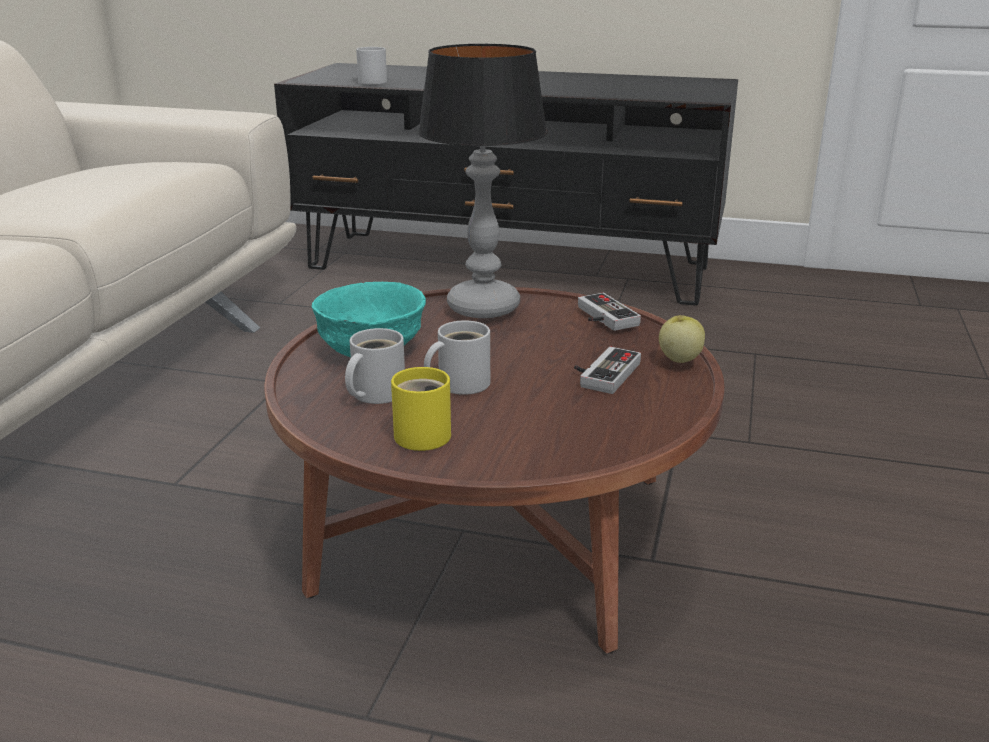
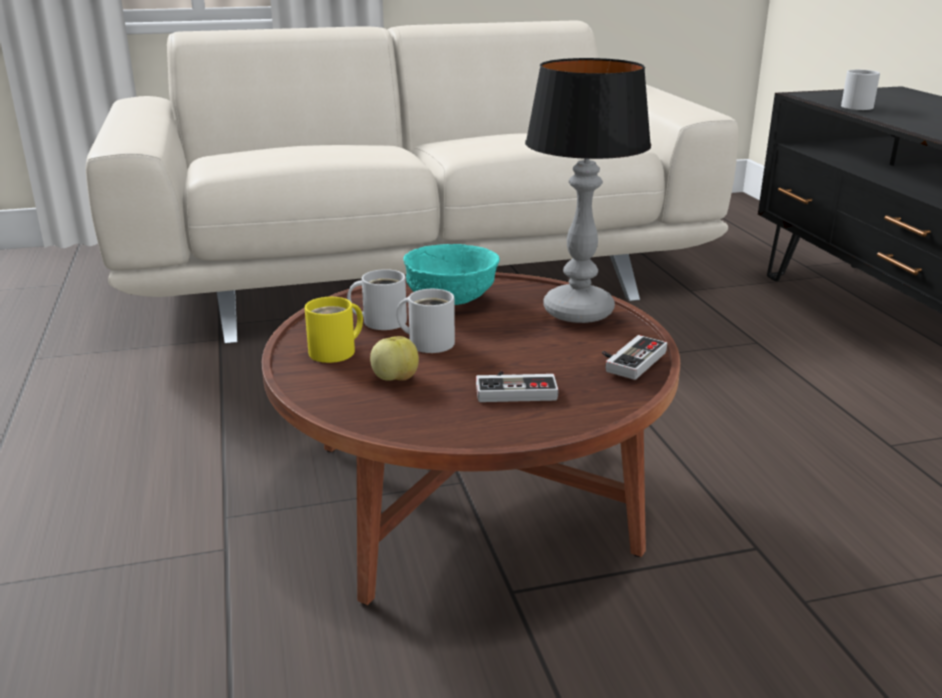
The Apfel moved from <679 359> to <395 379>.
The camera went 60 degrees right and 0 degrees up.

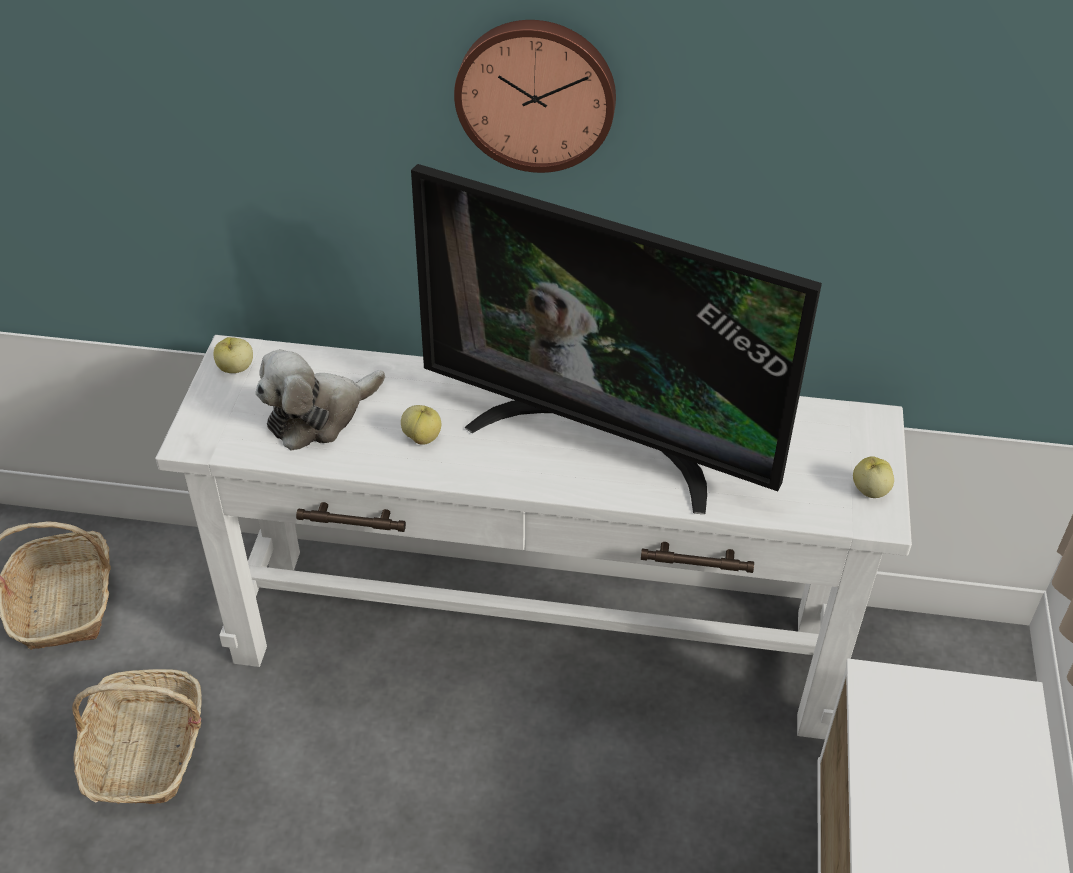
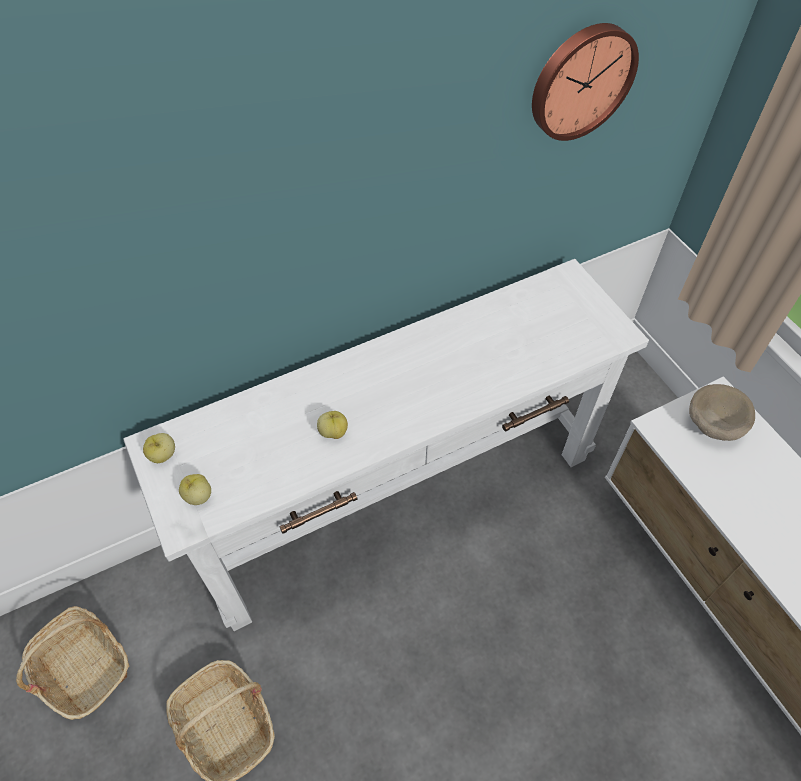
The Plüschtier at <318 416> disappeared.
The Fernseher at <601 440> disappeared.
The Wanduhr moved from <536 93> to <580 80>.
The Apfel moved from <869 490> to <198 496>.
The Schüssel/beige at <712 424> appeared.
The camera went 35 degrees left and 10 degrees up.

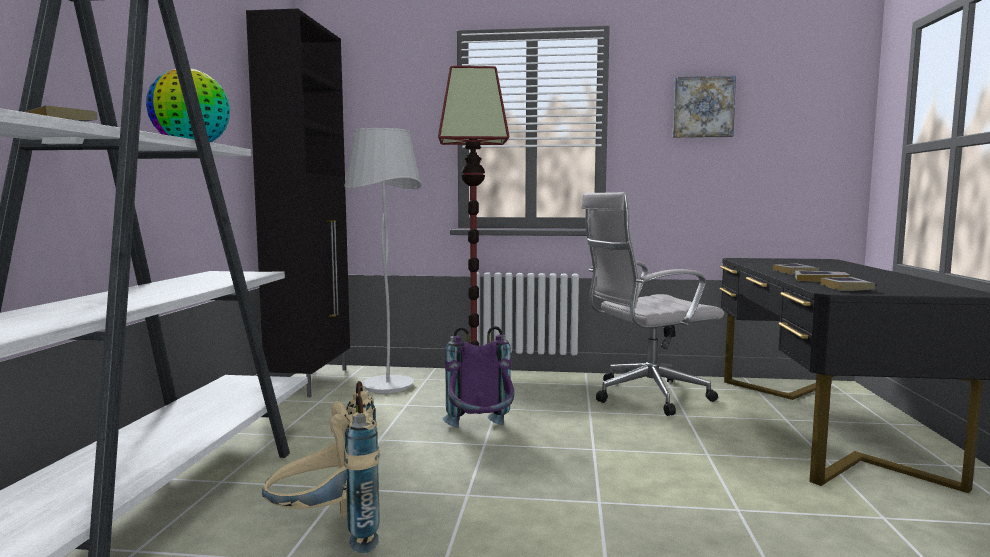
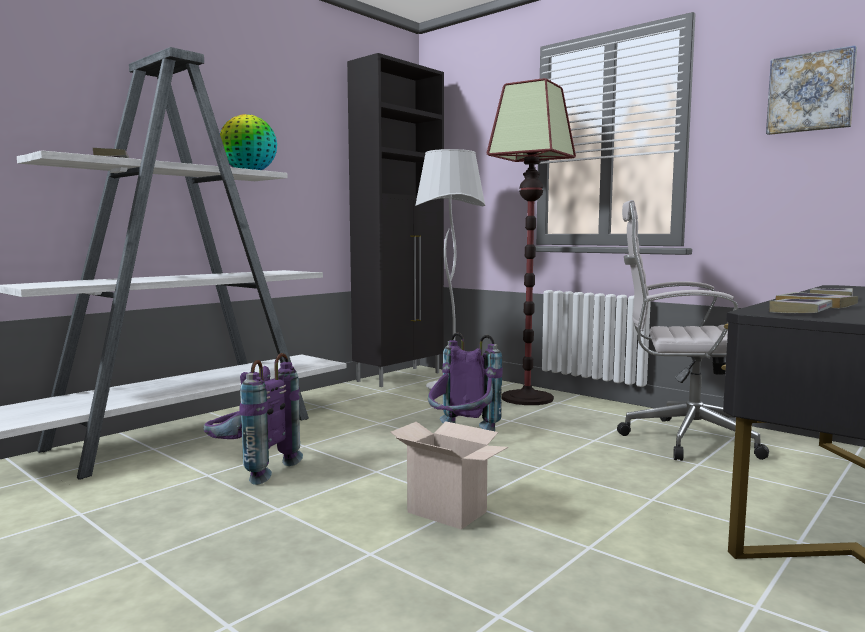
The Rucksack/beige at <328 536> became the Rucksack/lila at <251 469>.
The Karton at <450 512> appeared.
The camera went 35 degrees right and 0 degrees up.

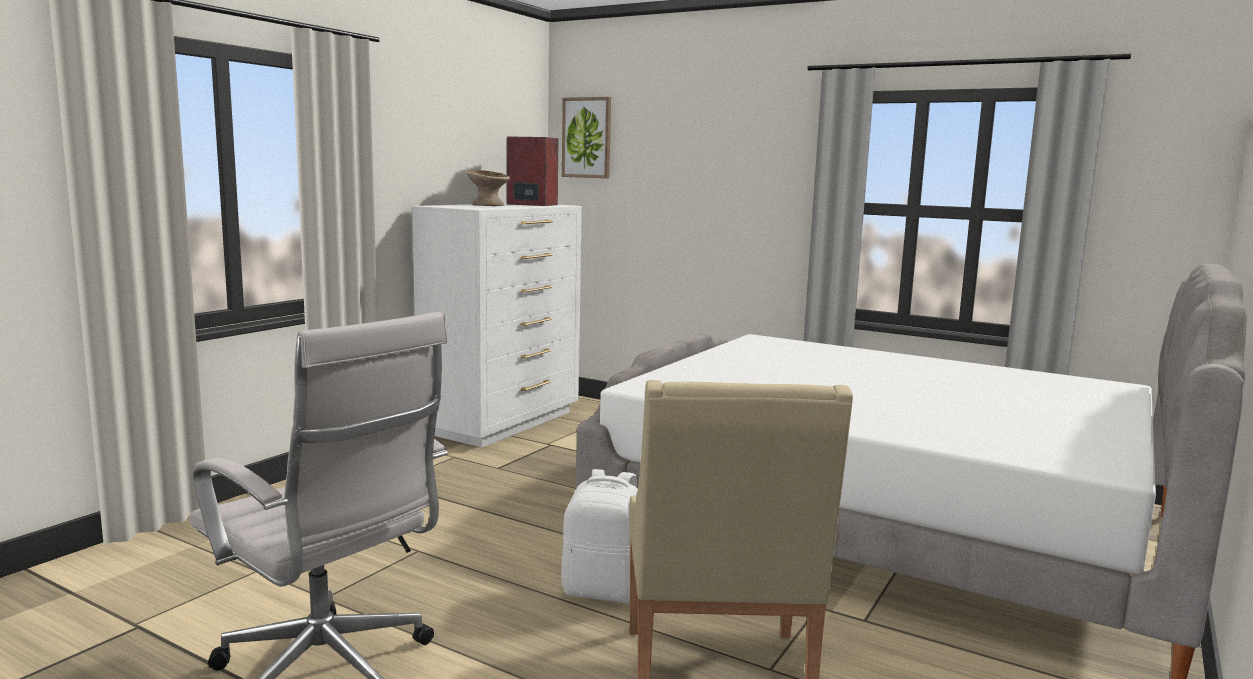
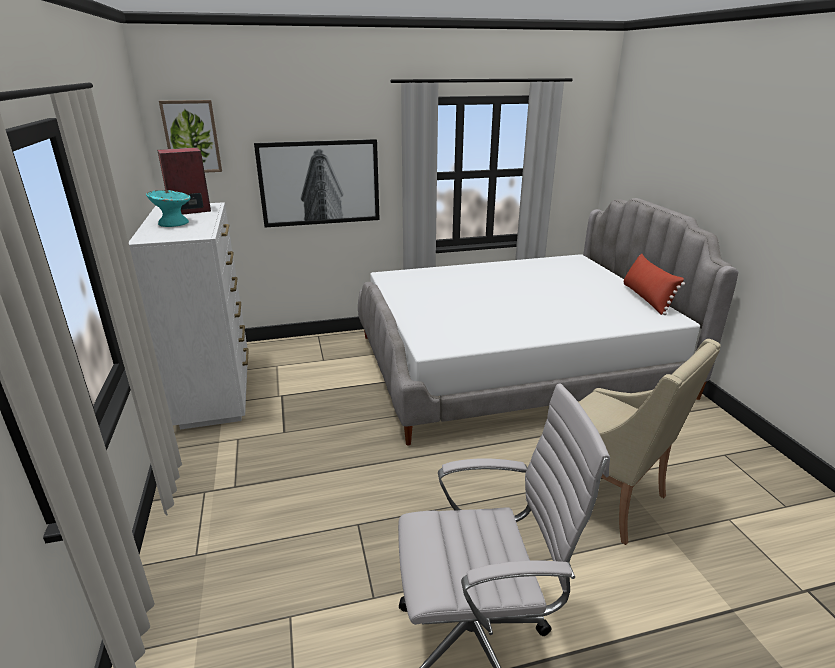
The Schüssel/beige at <488 205> became the Schüssel/türkis at <173 223>.
The Rucksack/weiß at <605 591> disappeared.
The Bild at <320 183> appeared.
The Kissen/rot at <646 299> appeared.
The camera went 45 degrees left and 15 degrees up.

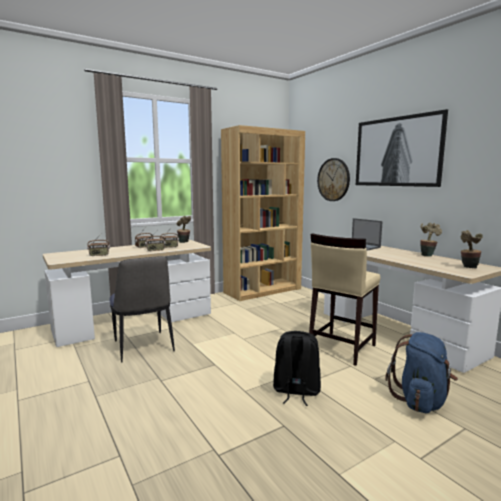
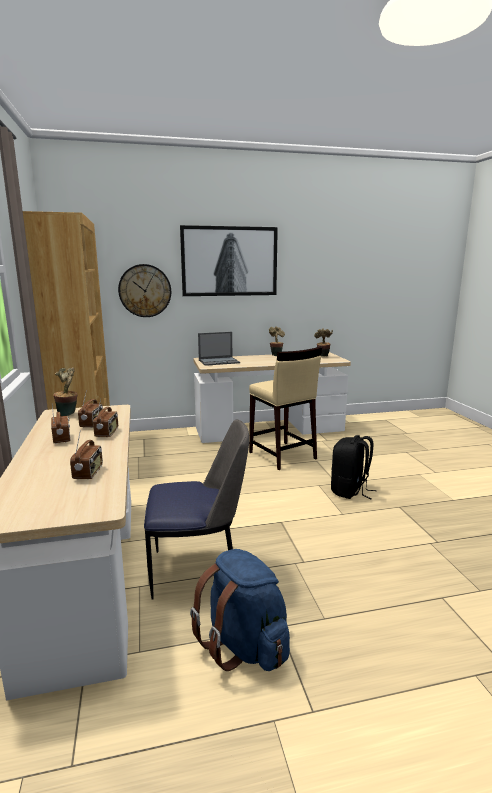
The Rucksack/blau moved from <420 400> to <244 644>.
The camera went 70 degrees left and 5 degrees up.

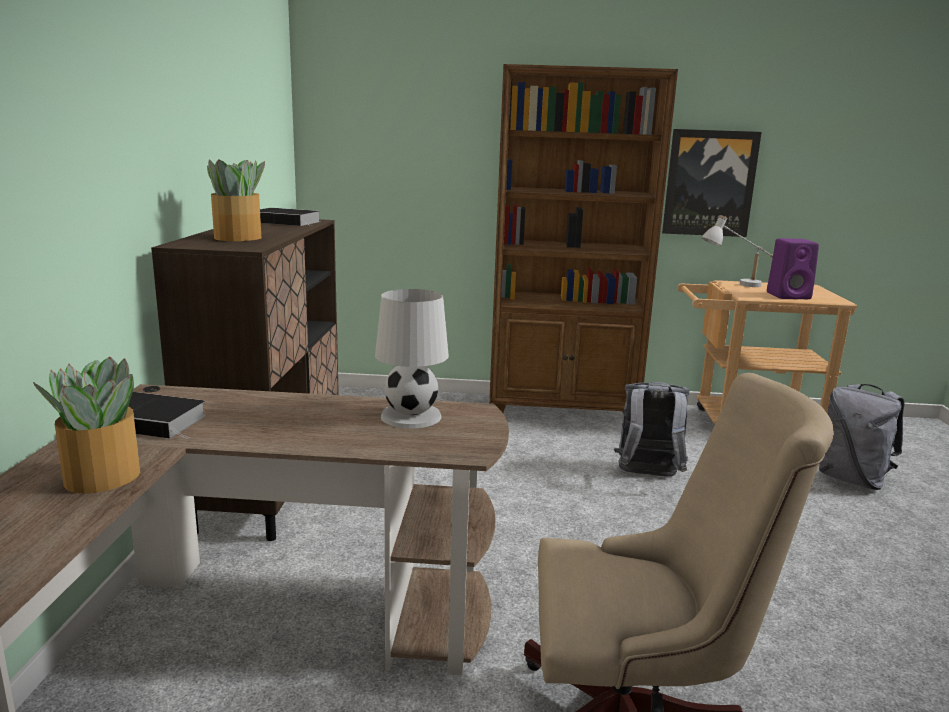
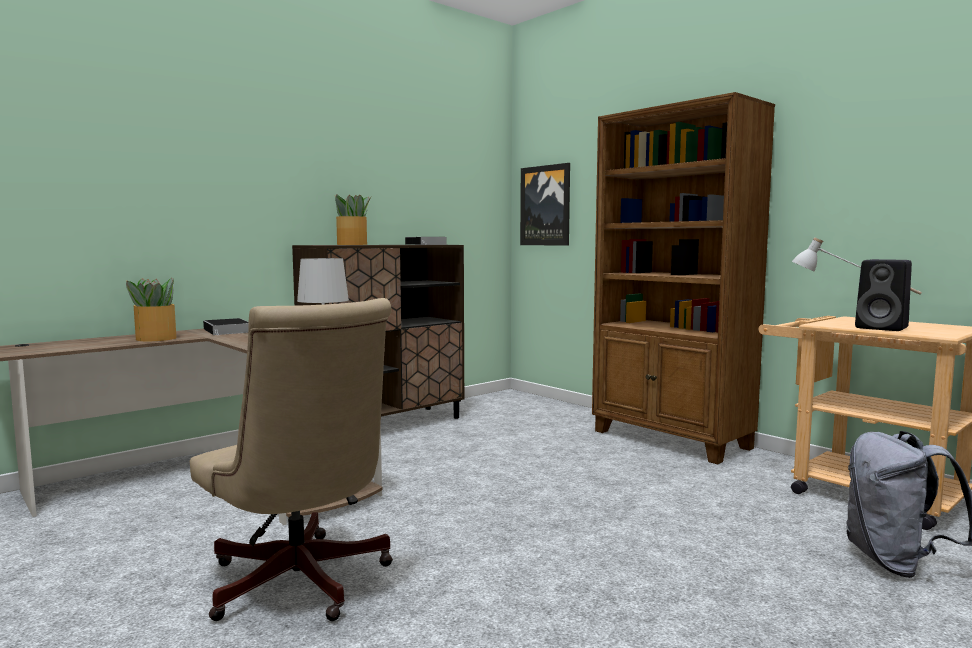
The Rucksack/grau at <647 476> disappeared.
The Bild moved from <709 183> to <545 205>.
The Lautsprecher/lila at <789 296> became the Lautsprecher/schwarz at <883 328>.
The camera went 45 degrees right and 10 degrees down.

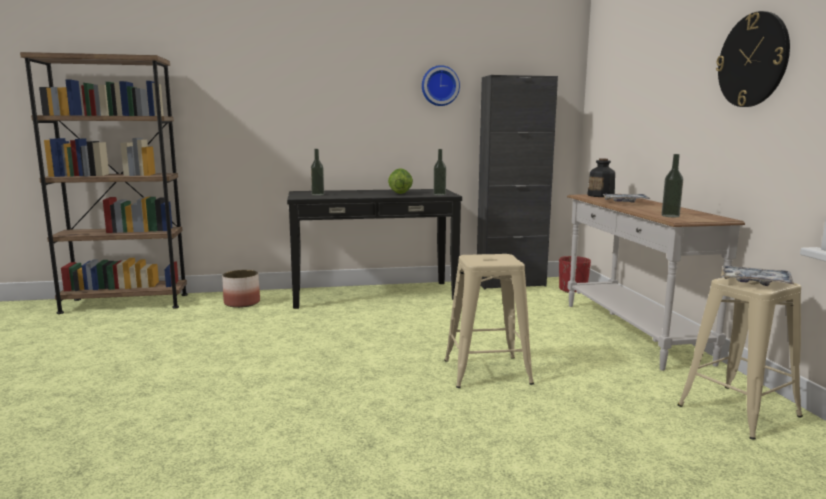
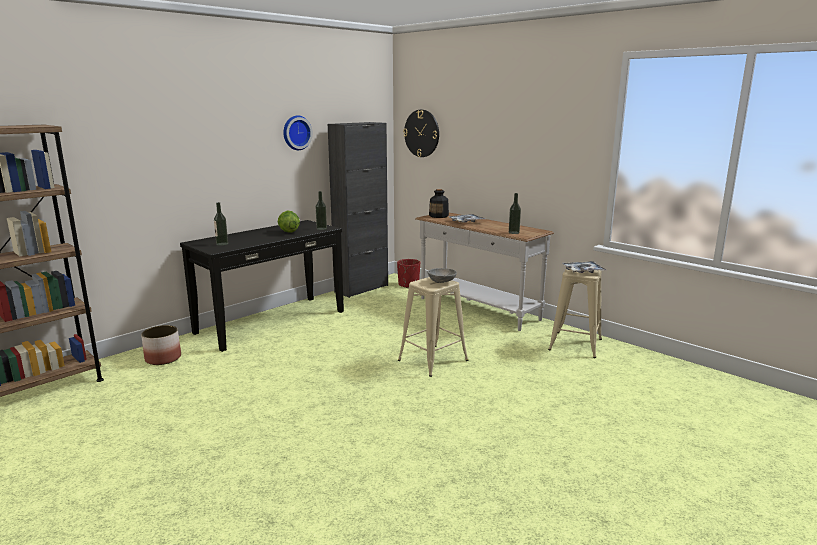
The Wanduhr moved from <753 60> to <422 133>.
The Schüssel/grau at <442 282> appeared.
The camera went 35 degrees left and 5 degrees up.

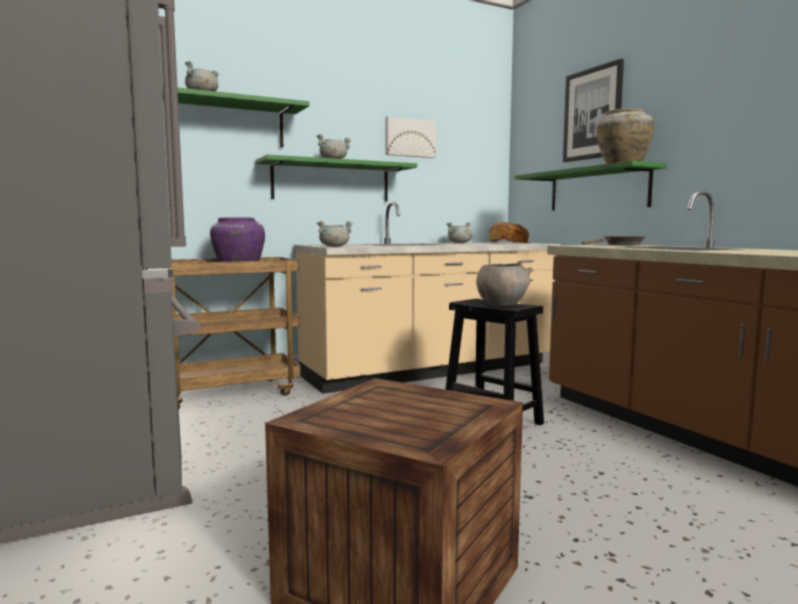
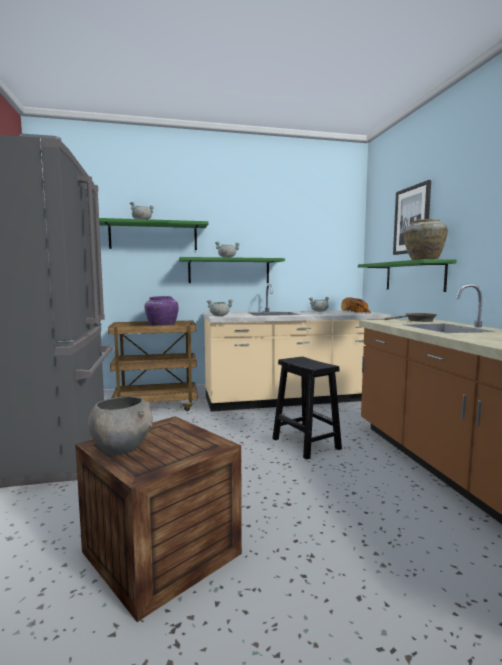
The Bild at <409 138> disappeared.
The Schüssel/grau moved from <502 304> to <122 448>.
The camera went 15 degrees right and 0 degrees up.

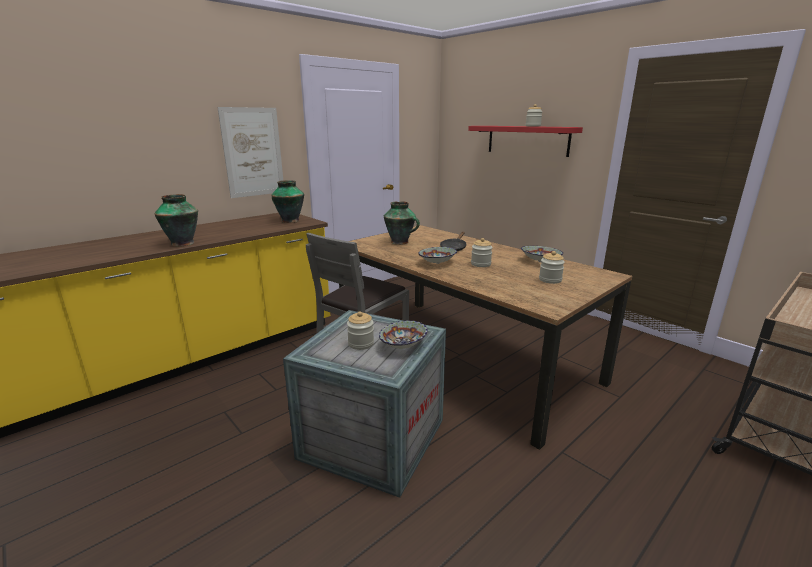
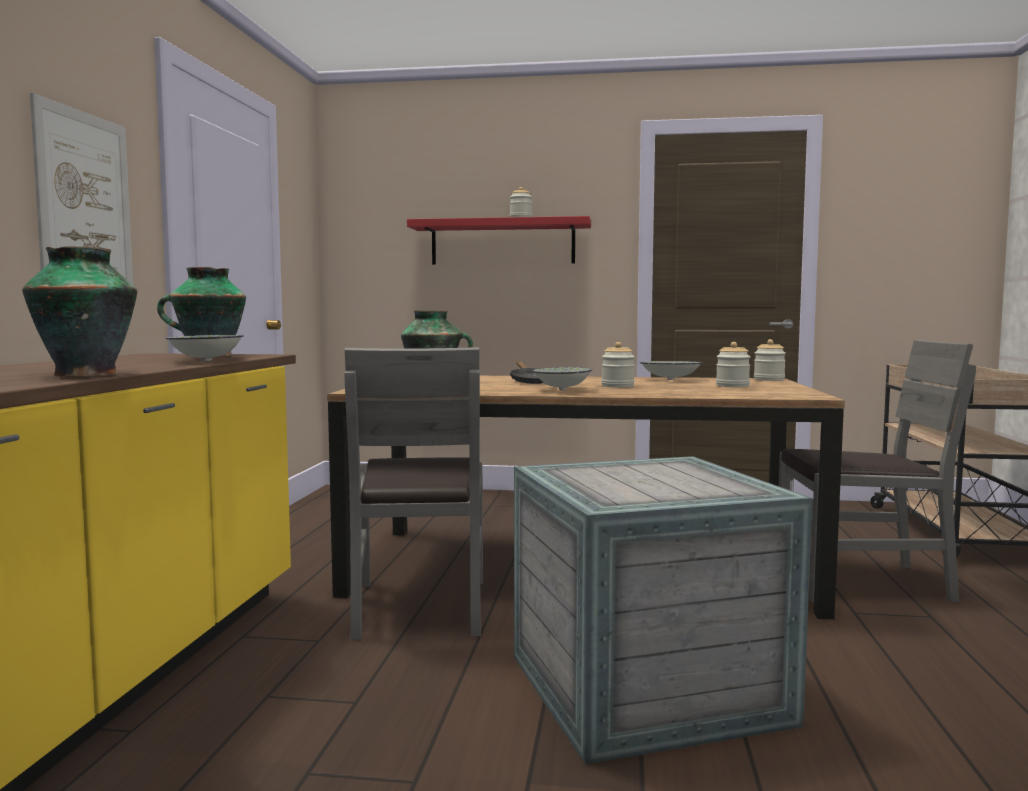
The Vorratsglas moved from <361 344> to <769 379>.
The Schüssel moved from <404 345> to <207 361>.
The Stuhl/grau at <860 581> appeared.
The camera went 40 degrees left and 15 degrees down.

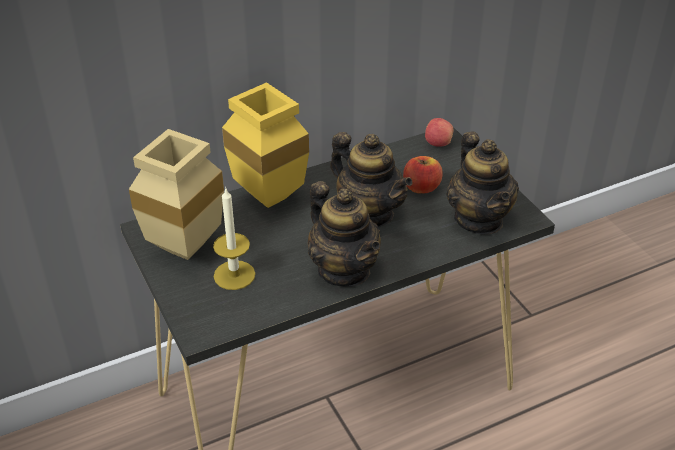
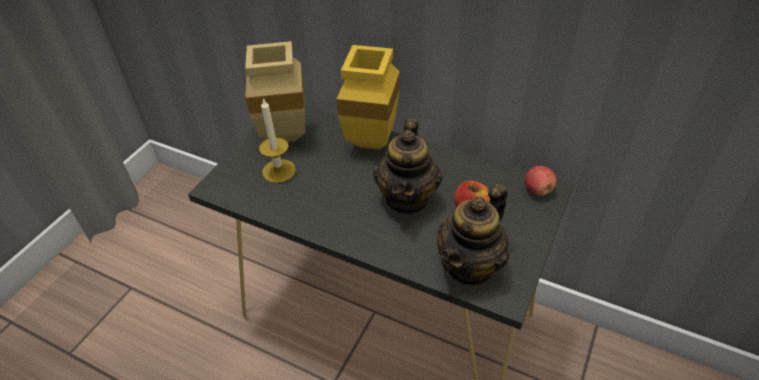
The Teekanne at <344 270> disappeared.
The camera went 55 degrees right and 5 degrees up.

